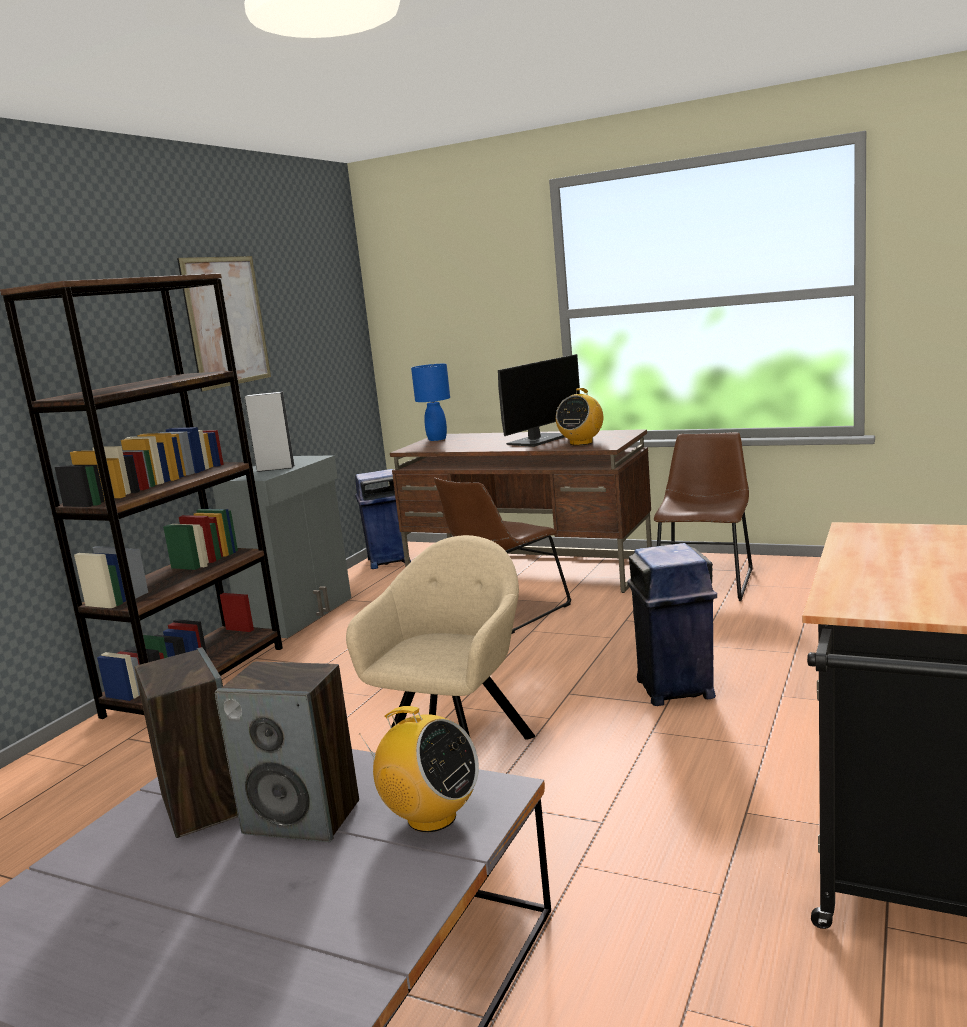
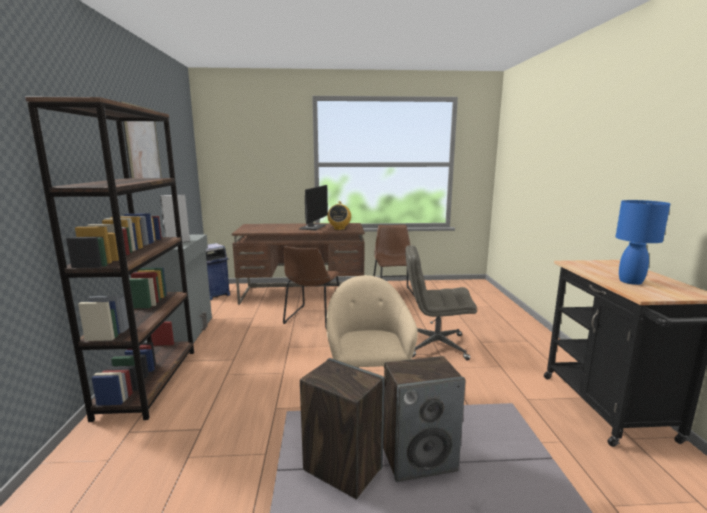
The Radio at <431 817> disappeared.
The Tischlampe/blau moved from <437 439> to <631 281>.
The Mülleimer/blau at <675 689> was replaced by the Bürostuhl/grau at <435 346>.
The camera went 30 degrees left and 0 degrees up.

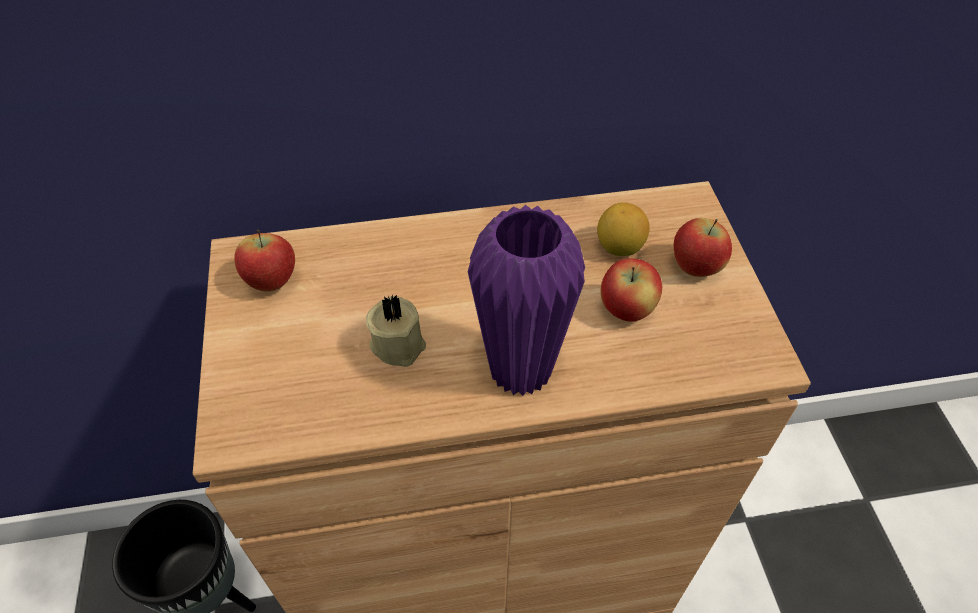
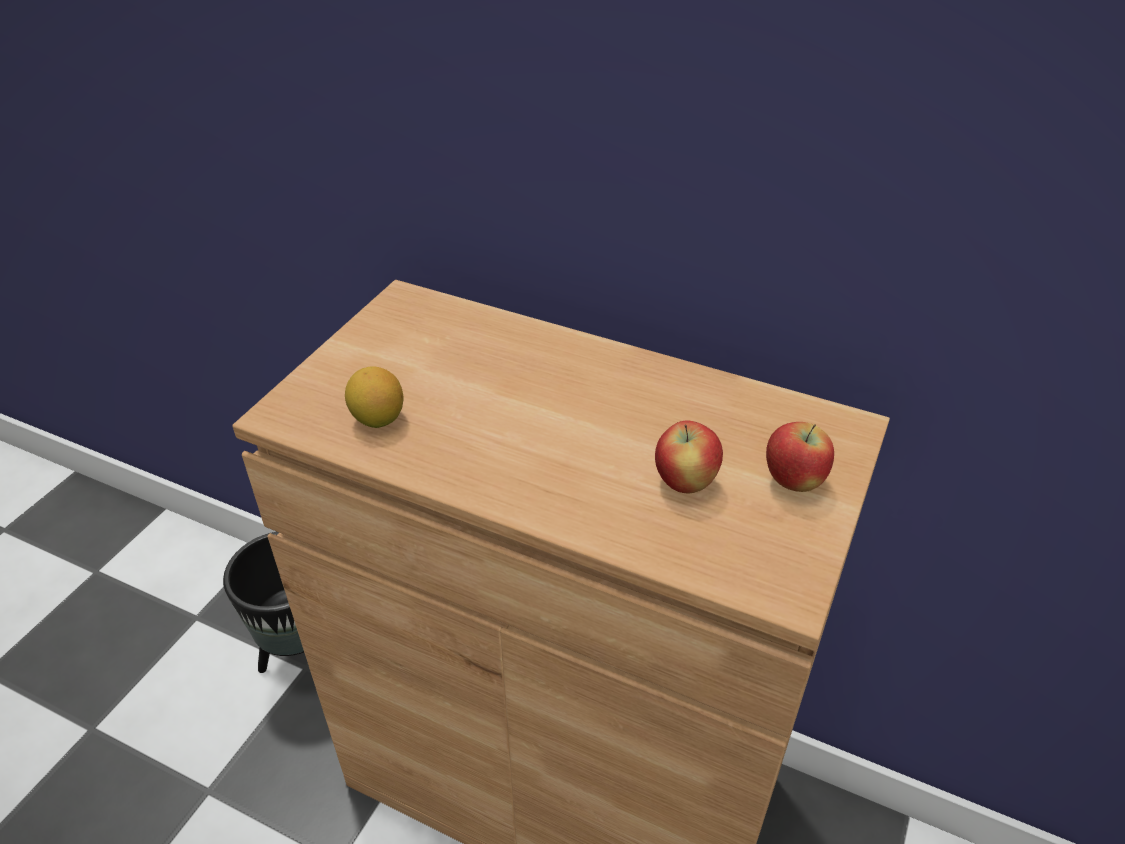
The Apfel at <272 282> disappeared.
The Kerze/beige at <398 343> disappeared.
The Vase/lila at <520 370> disappeared.
The Zitrone moved from <619 247> to <378 419>.
The camera went 35 degrees right and 10 degrees down.

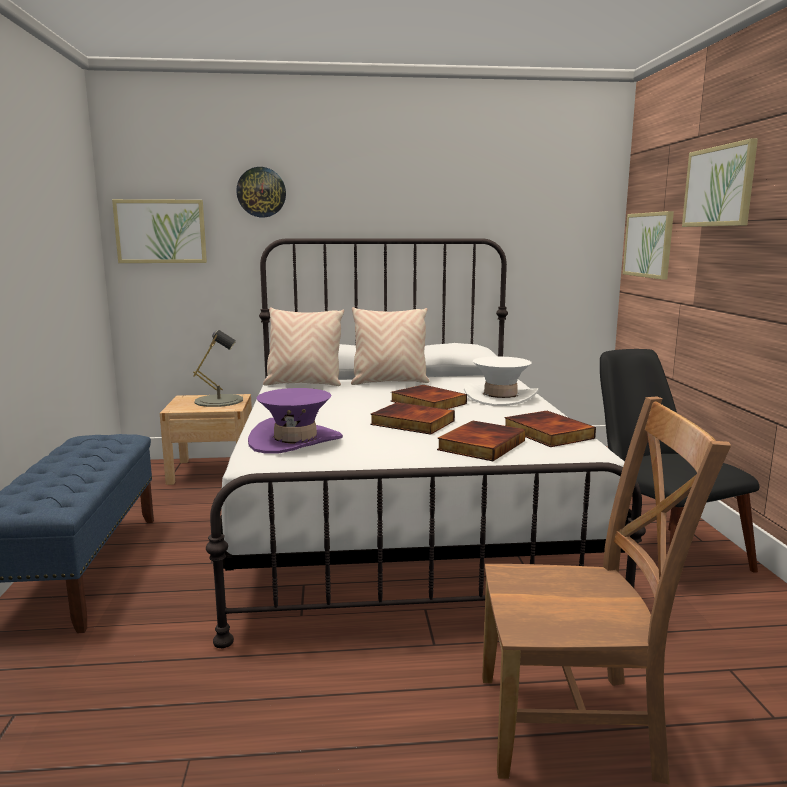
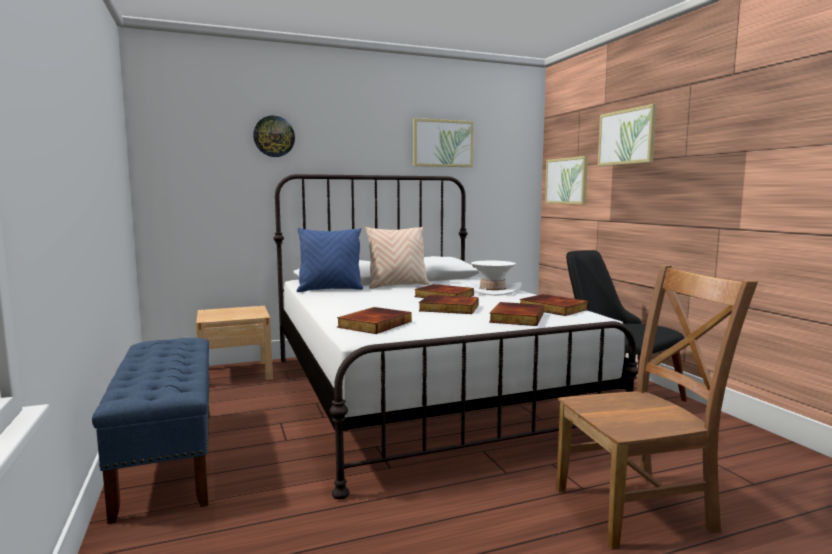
The Bild moved from <161 231> to <442 143>.
The Tischlampe/grau at <219 400> disappeared.
The Hut/lila at <295 441> was replaced by the Buch at <374 324>.
The Kissen/beige at <304 384> became the Kissen/blau at <330 290>.
The camera went 15 degrees left and 5 degrees down.

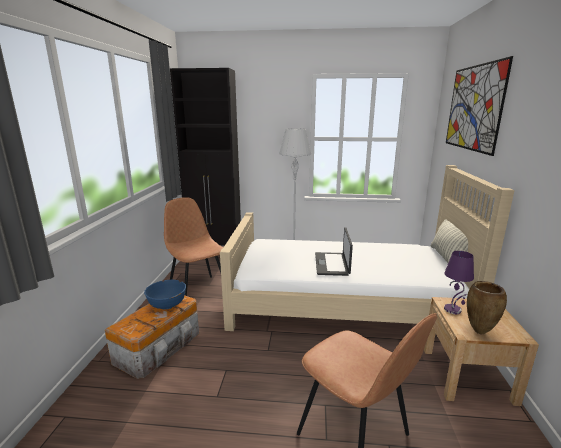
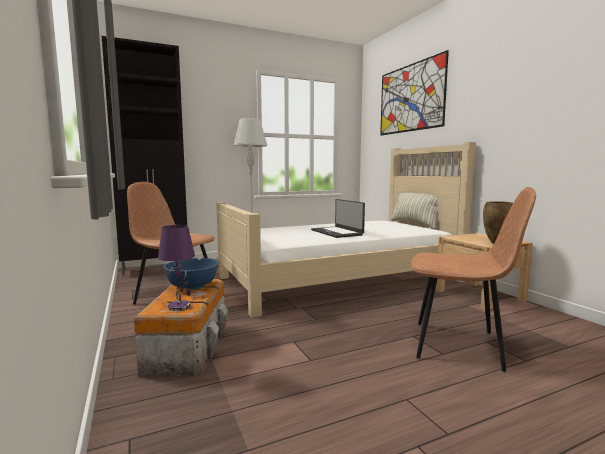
The Tischlampe/lila moved from <453 310> to <180 307>.
The camera went 30 degrees left and 10 degrees down.

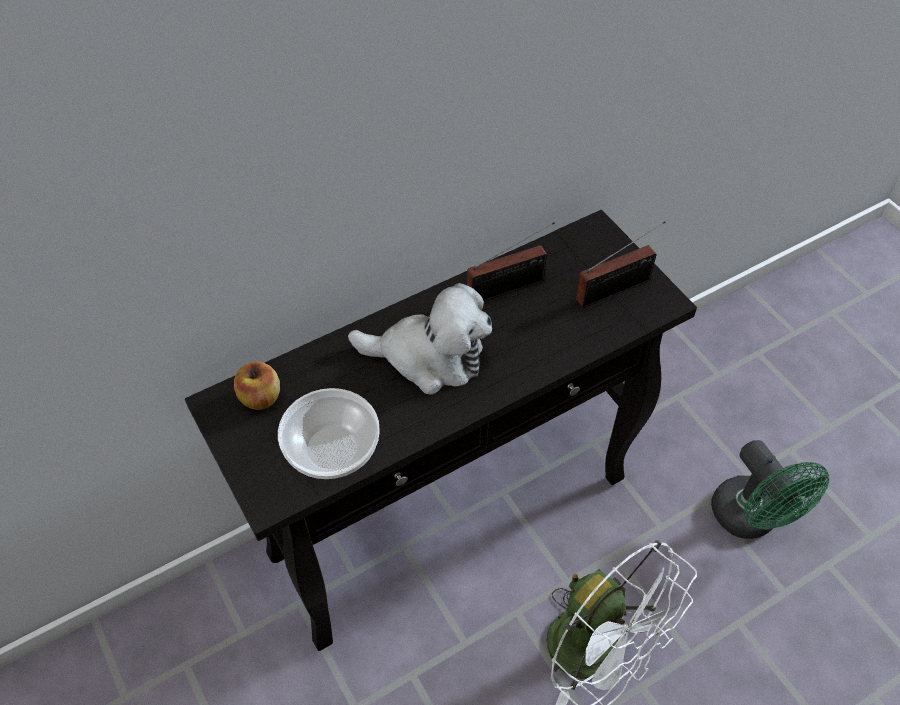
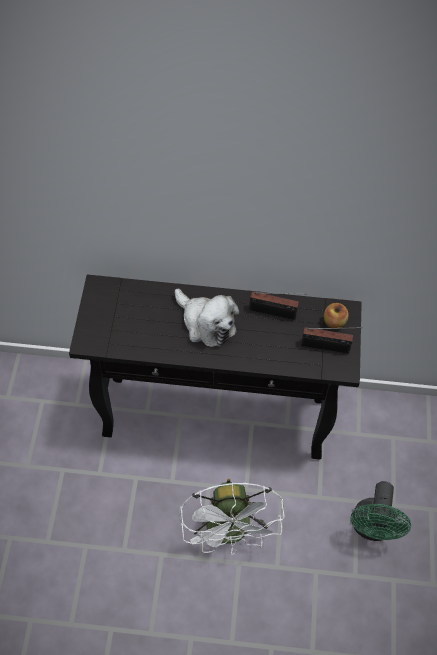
The Apfel moved from <260 398> to <334 322>.
The Schüssel at <333 447> disappeared.
The camera went 35 degrees right and 5 degrees up.

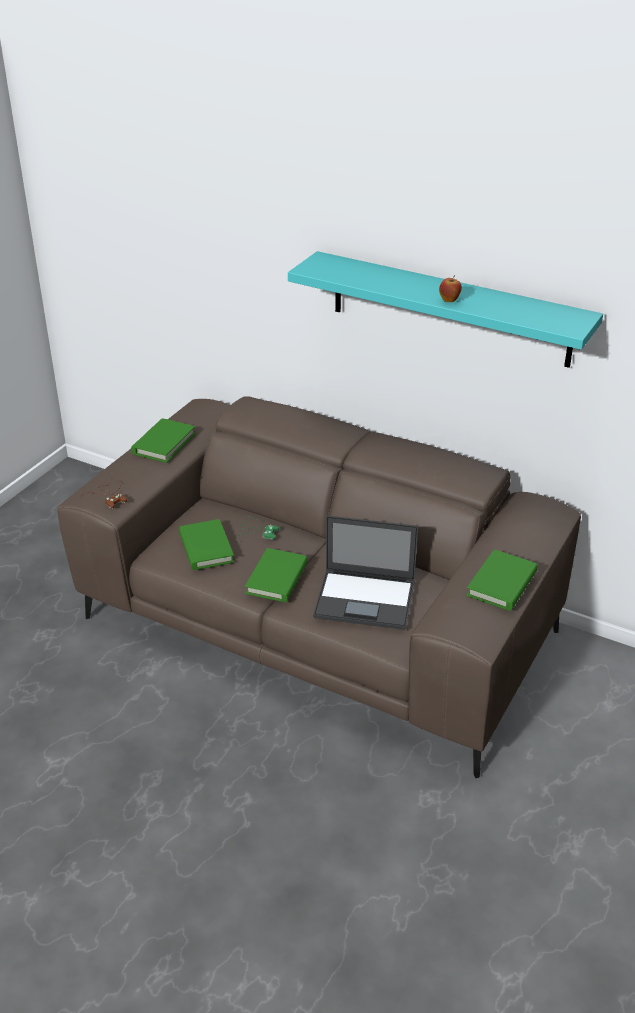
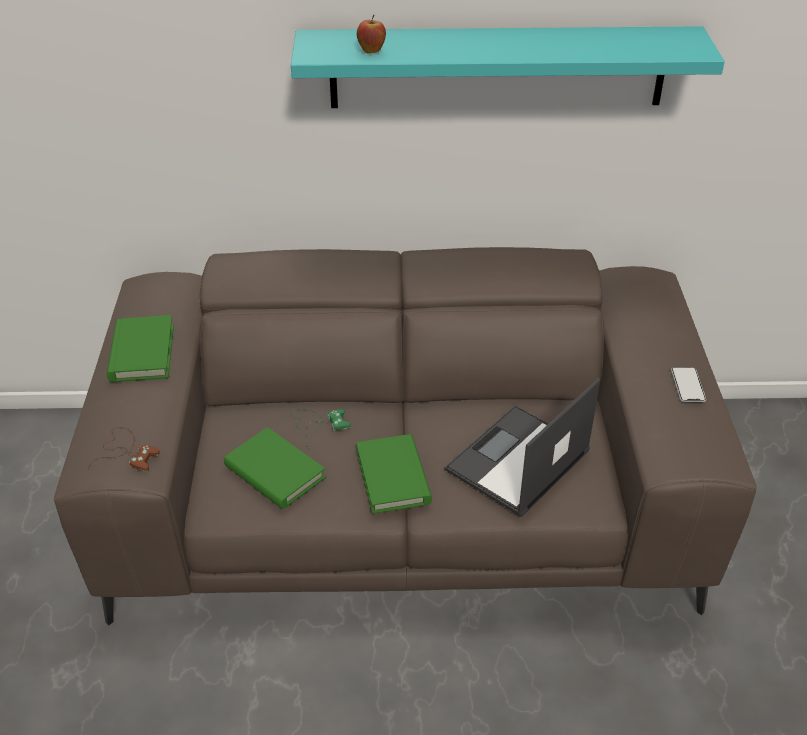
The Laptop at <366 599> turned 150 degrees clockwise.
The Apfel moved from <449 301> to <371 51>.
The Buch/grün at <502 584> was replaced by the Handy at <687 385>.
The camera went 30 degrees left and 5 degrees up.

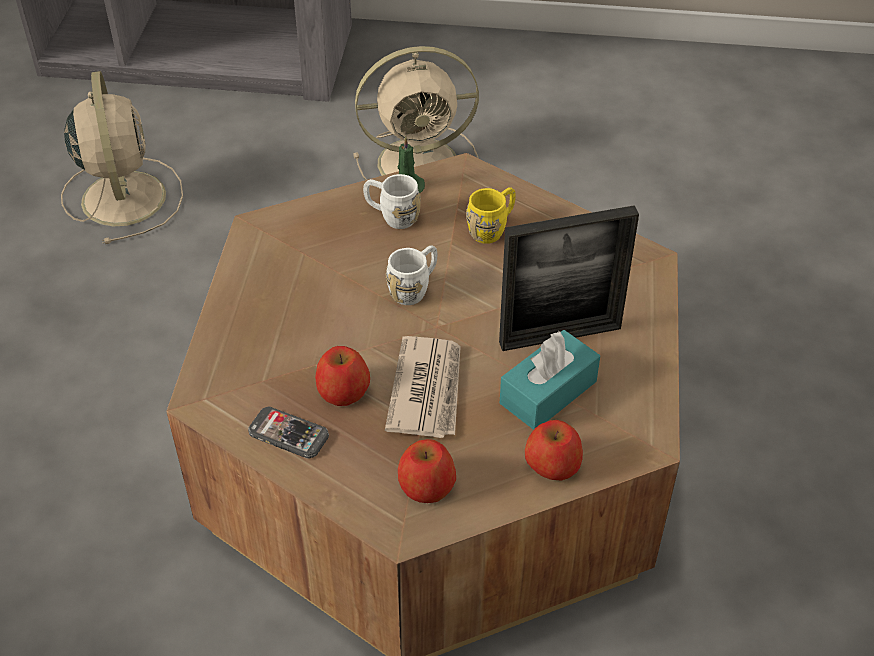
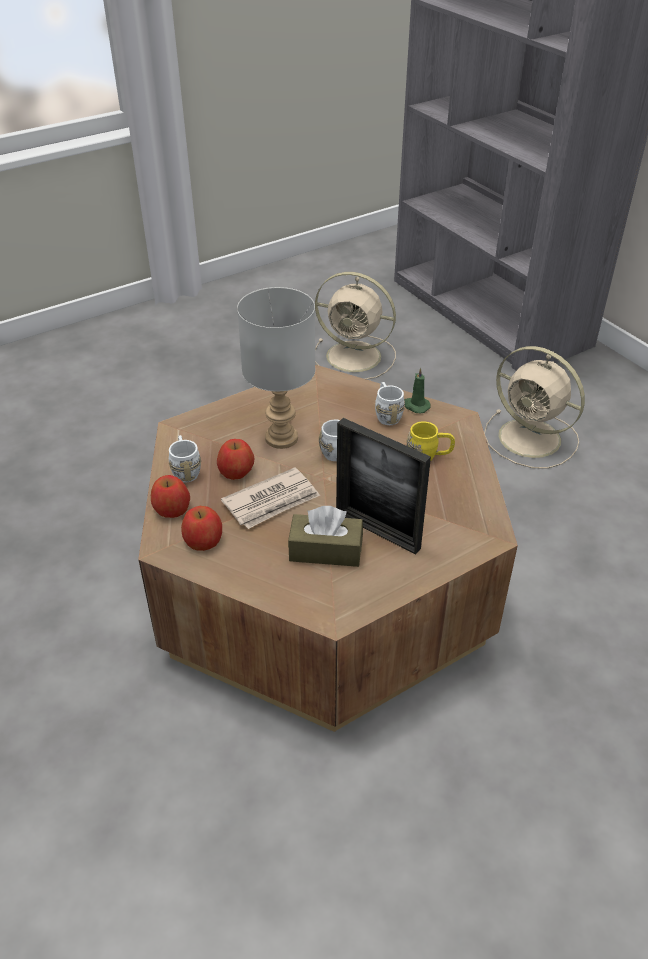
The Ventilator/beige at <123 196> turned 75 degrees clockwise.
The Handy at <288 434> was replaced by the Henkelbecher/weiß at <185 470>.
The Taschentuchbox/türkis at <548 392> became the Taschentuchbox/braun at <325 550>.
The Apfel moved from <552 464> to <171 508>.
The Tischlampe/grau at <281 439> appeared.
The camera went 50 degrees right and 5 degrees down.

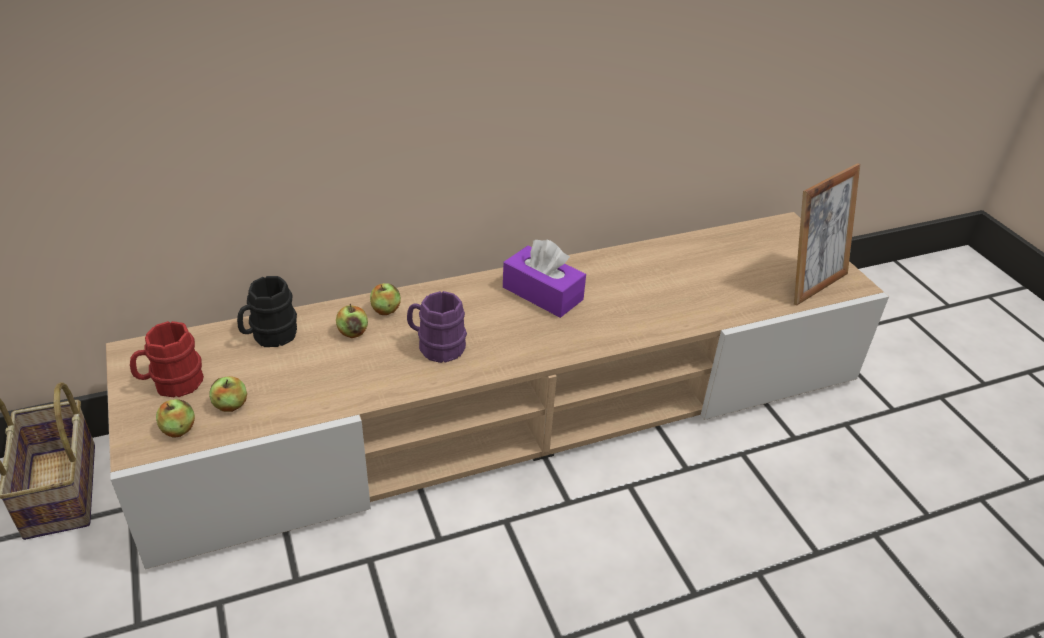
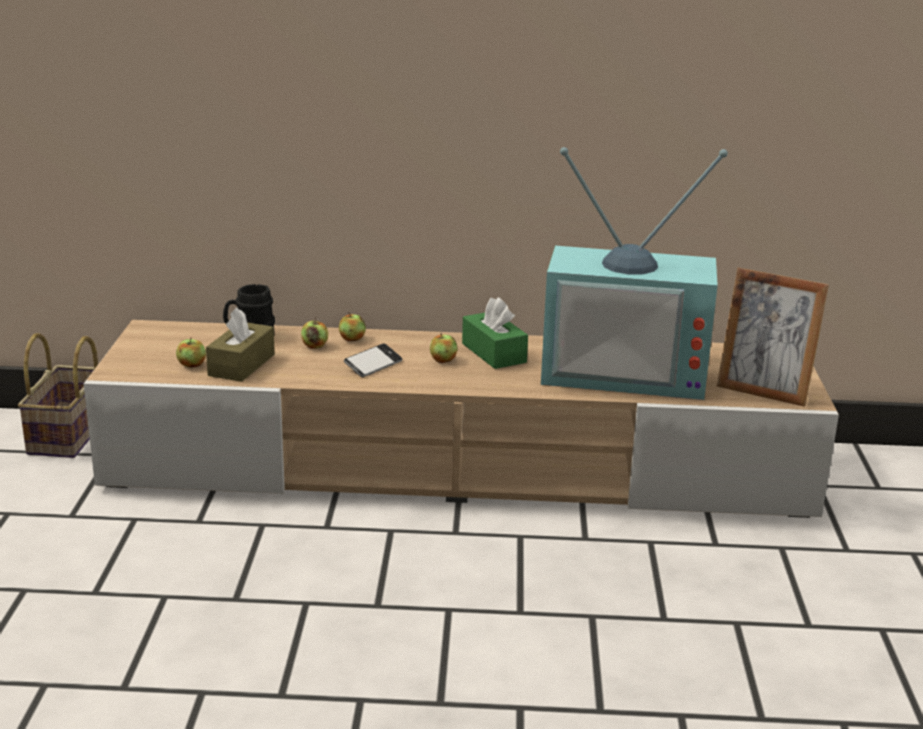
The Henkelbecher/rot at <172 383> disappeared.
The Apfel moved from <178 429> to <443 360>.
The Henkelbecher/lila at <436 346> was replaced by the Handy at <373 365>.
The Taschentuchbox/lila at <542 293> became the Taschentuchbox/grün at <493 353>.
The Bilderrahmen at <811 283> turned 45 degrees clockwise.
The Taschentuchbox/braun at <241 365> appeared.
The Fernseher at <626 372> appeared.
The camera went 25 degrees right and 15 degrees down.

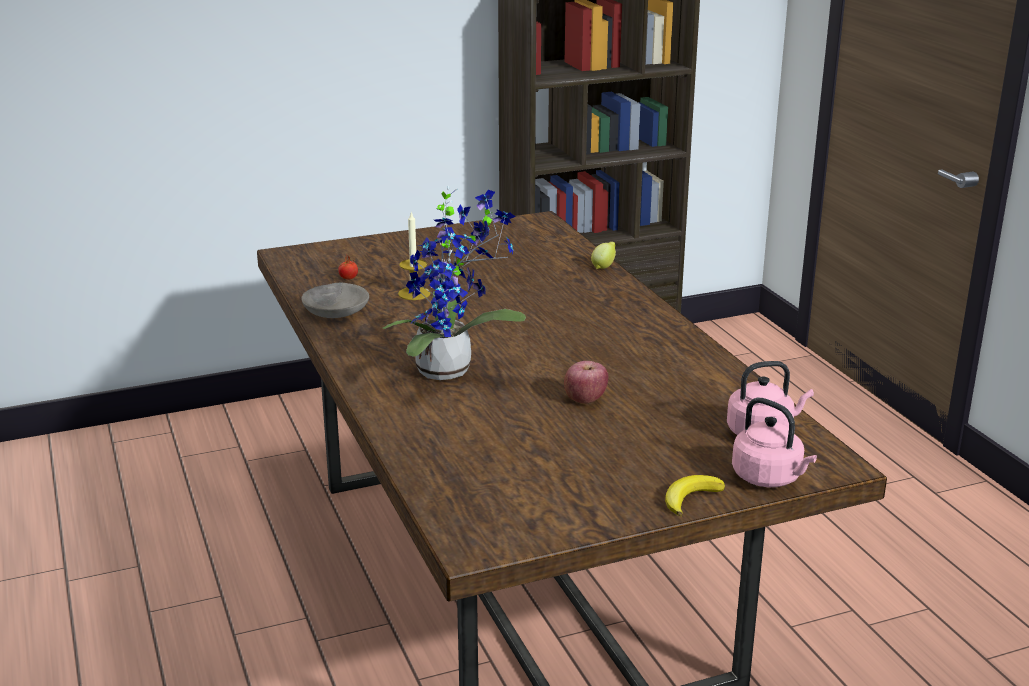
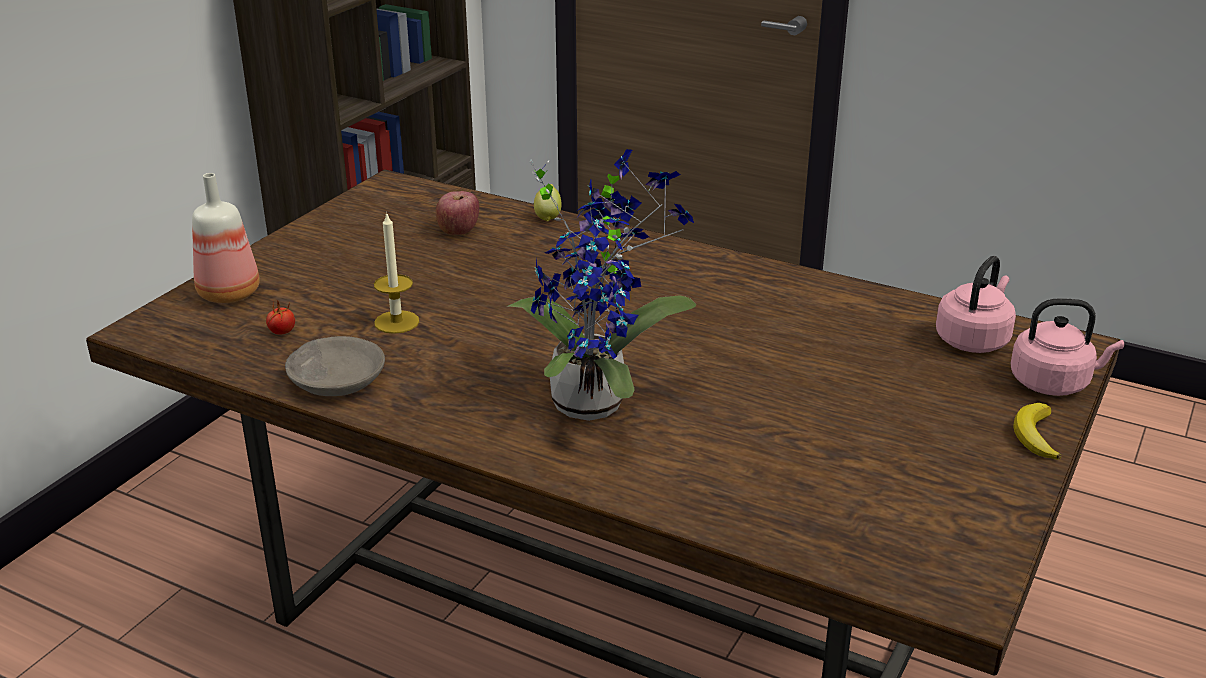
The Apfel moved from <585 399> to <458 230>.
The Flasche at <231 293> appeared.
The camera went 40 degrees left and 5 degrees up.

